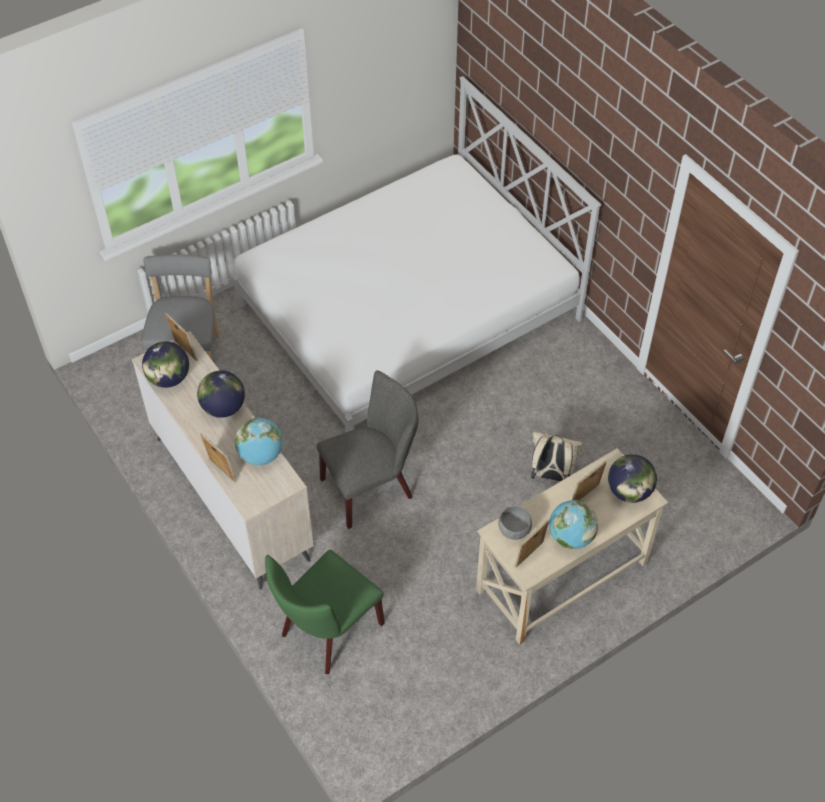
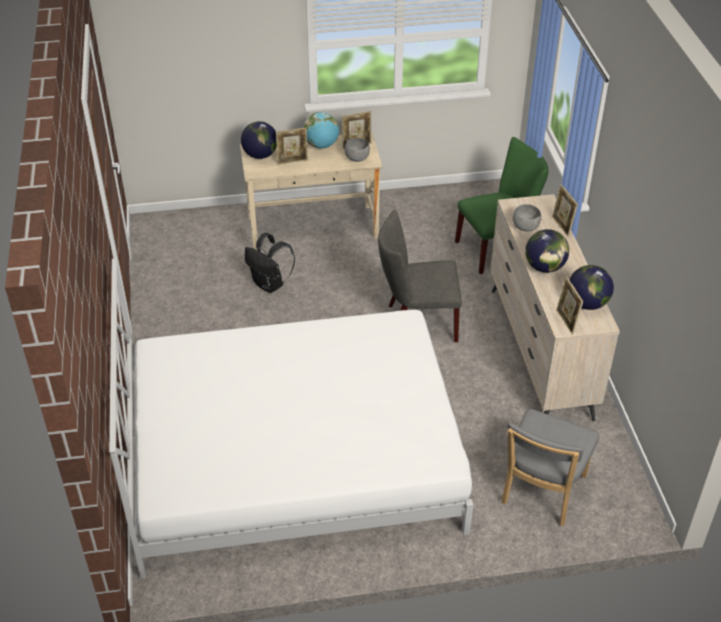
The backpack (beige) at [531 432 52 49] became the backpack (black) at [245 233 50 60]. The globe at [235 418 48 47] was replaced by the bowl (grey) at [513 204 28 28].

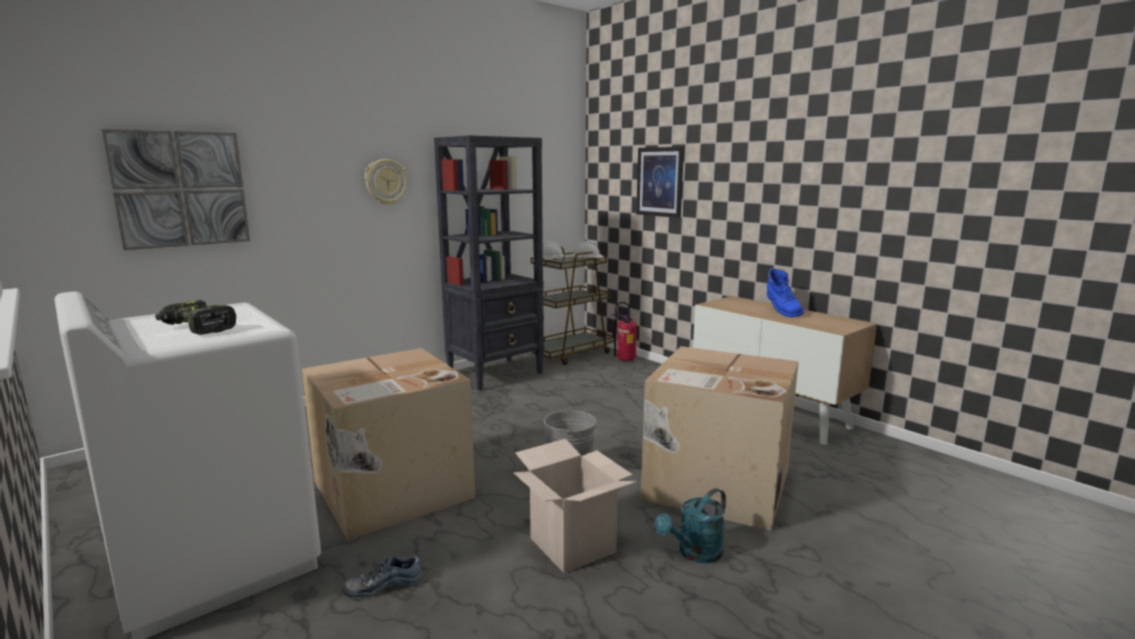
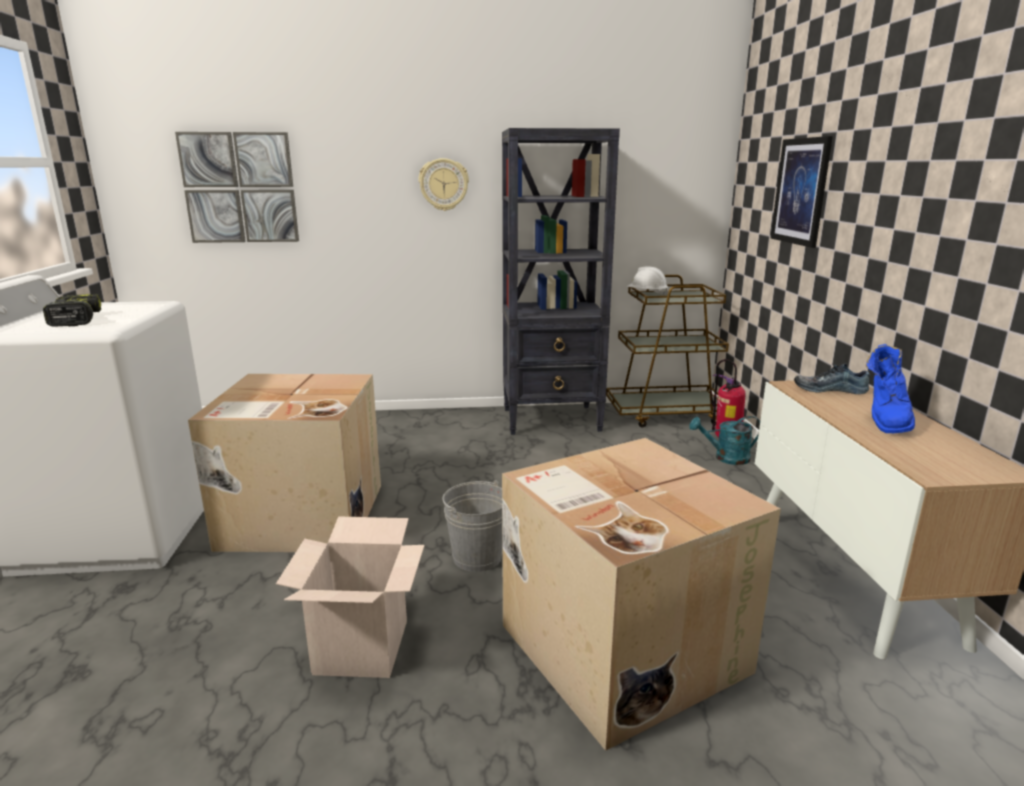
The watering can (turquoise) moved from [655 488 71 75] to [689 416 71 49]. The shoe moved from [343 556 80 43] to [794 364 76 30]. The hard hat (white) at [572 241 32 20] disappeared.

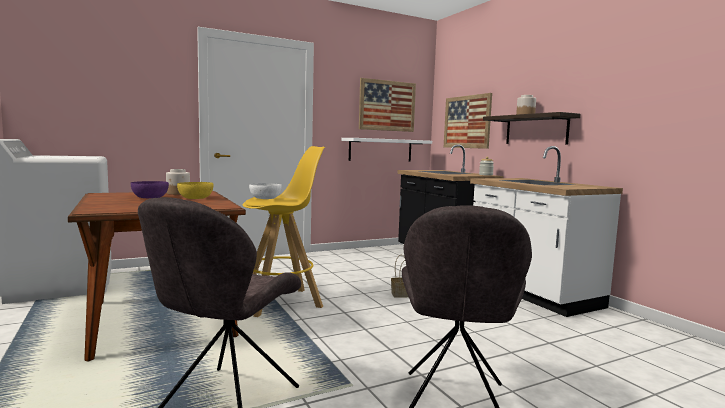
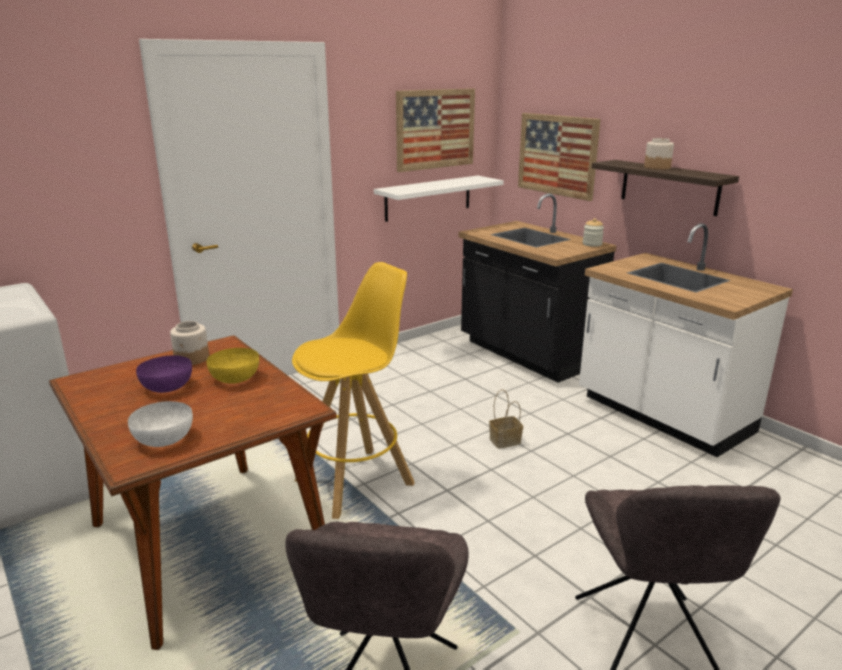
The bowl (white) moved from [249 183 32 16] to [128 401 65 46].

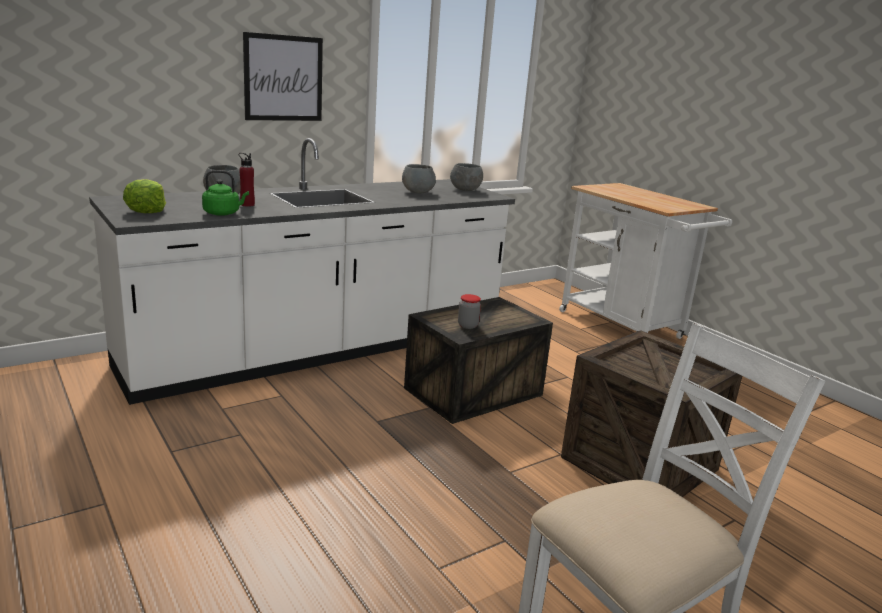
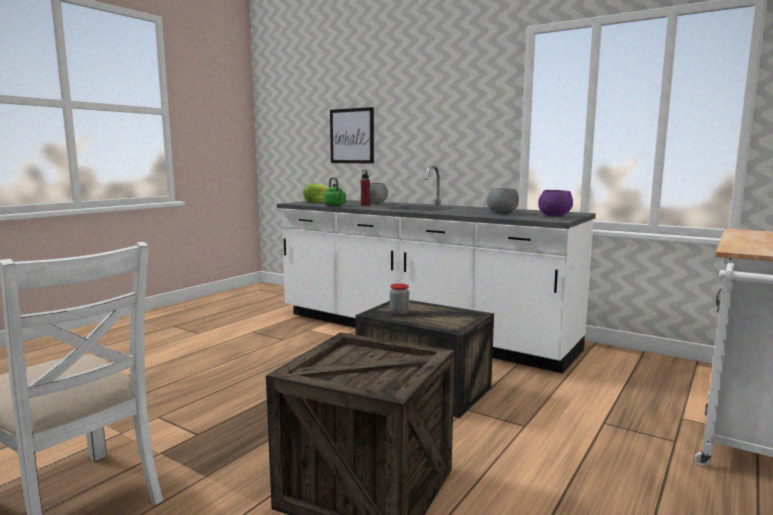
The picture moved from [243 32 80 89] to [330 107 44 56]. The bowl (grey) at [450 163 33 28] became the bowl (purple) at [538 190 35 27].

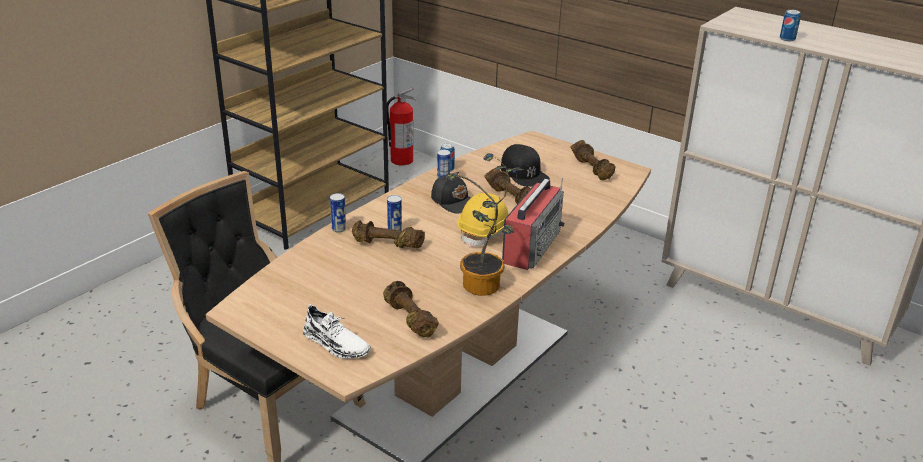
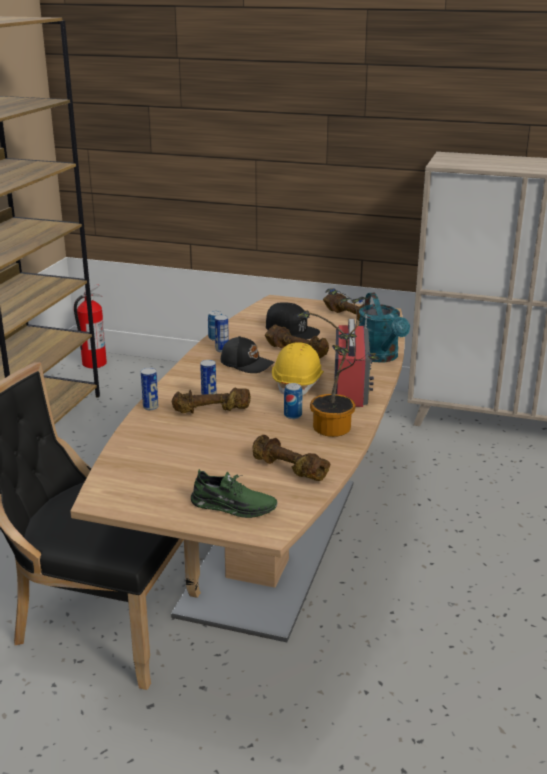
The shoe (white) at [303 304 67 55] became the shoe (green) at [191 469 87 49]. The can moved from [780 10 21 31] to [284 383 18 36]. The watering can (turquoise) at [359 293 51 70] appeared.

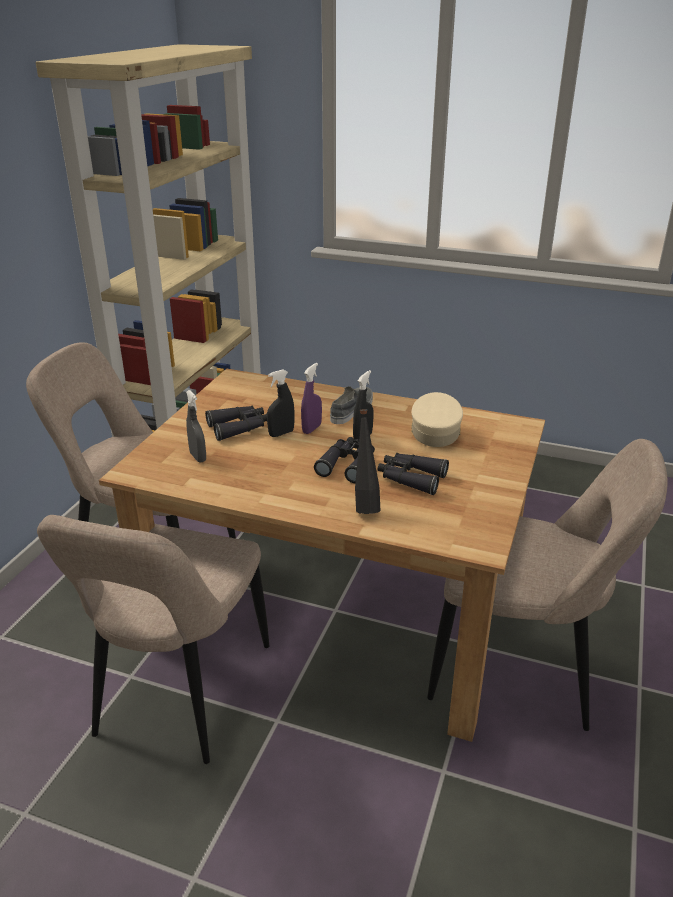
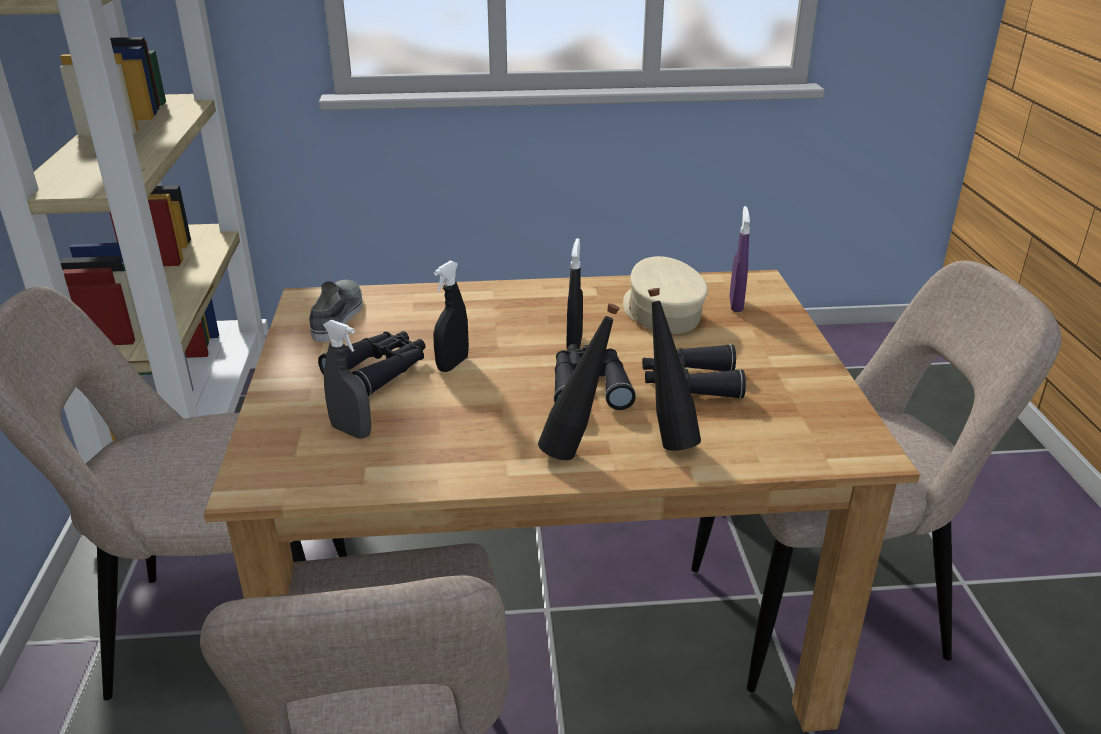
The shoe (grey) moved from [330 386 43 38] to [309 280 54 62]. The bottle (black) at [538 303 82 157] appeared. The spray bottle (purple) moved from [301 363 21 71] to [730 206 20 106].

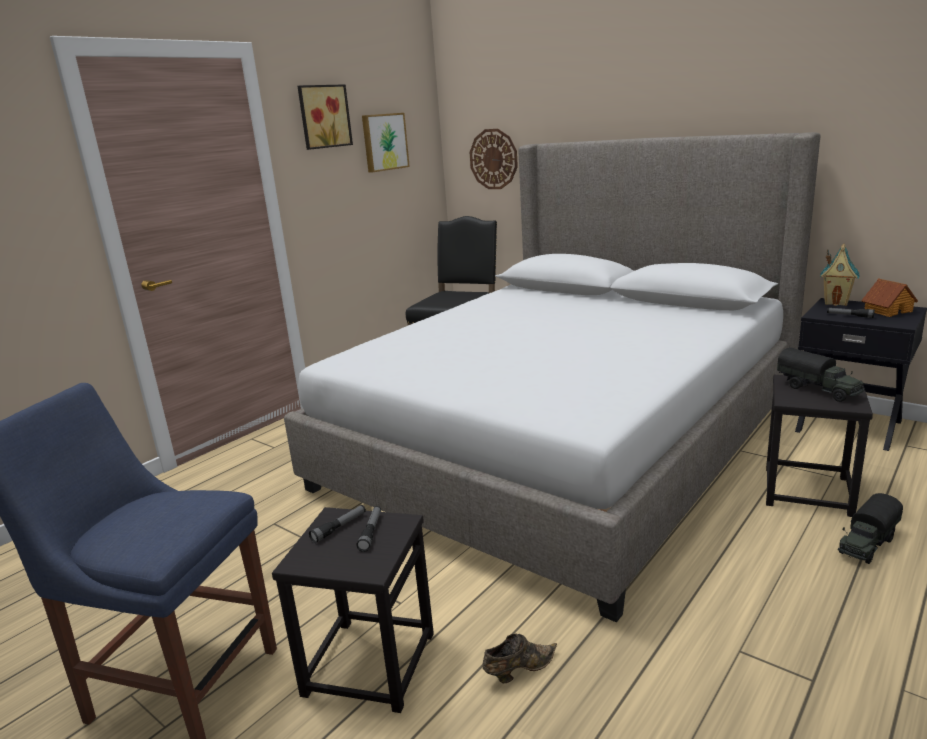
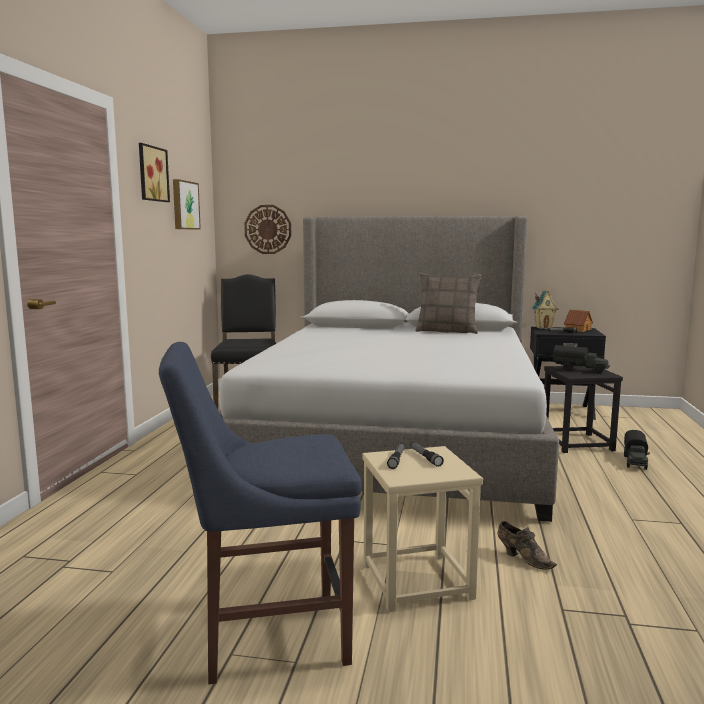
The stool (black) at [272 507 162 206] became the stool (beige) at [362 446 121 166]. The pillow at [415 273 66 61] appeared. The shoe (brown) at [483 633 74 50] turned 105 degrees clockwise.

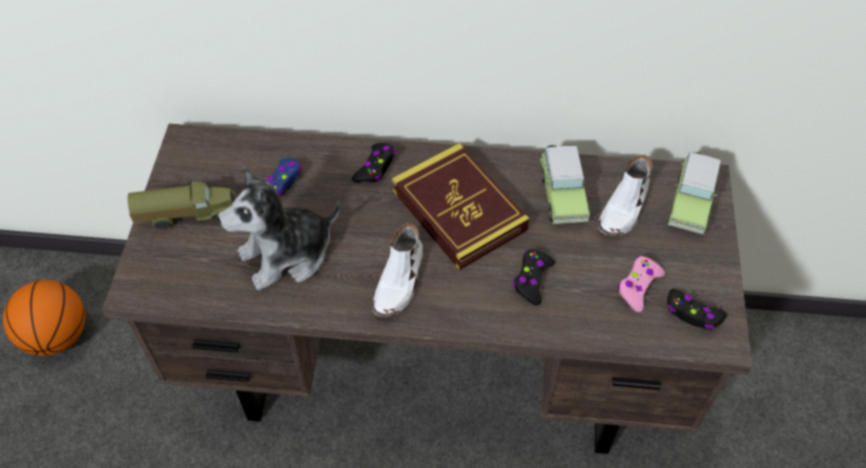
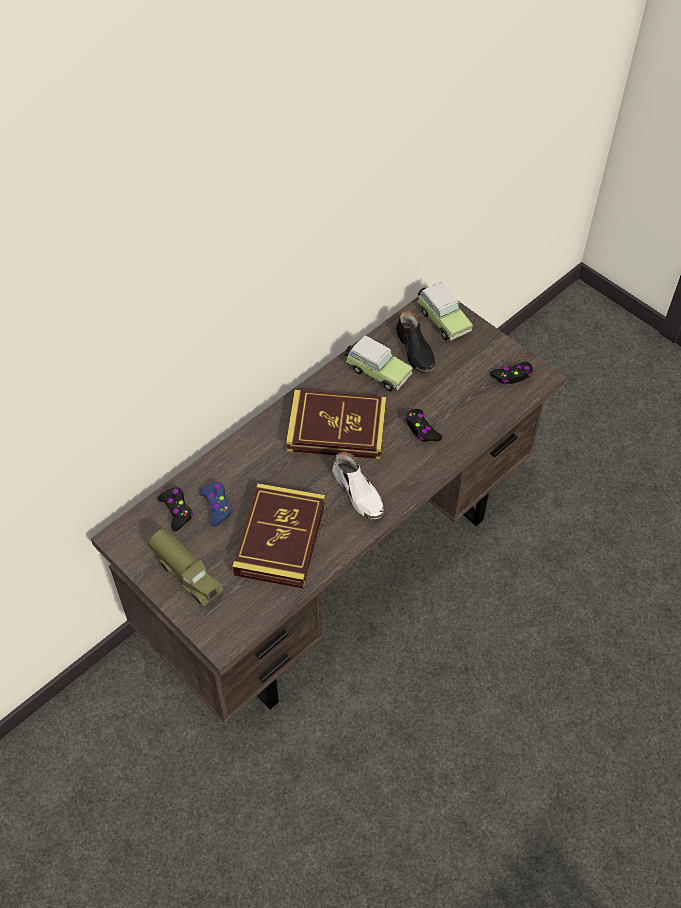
The toy truck at [128 181 107 48] turned 105 degrees clockwise. The game controller (black) moved from [352 143 44 40] to [158 487 35 44]. The plush toy at [218 166 123 125] was replaced by the book at [232 483 93 106]. The shoe (white) at [598 155 54 82] became the shoe (black) at [396 311 39 62]. The basketball at [3 280 82 76] disappeared. The game controller (pink) at [618 256 47 56] disappeared.

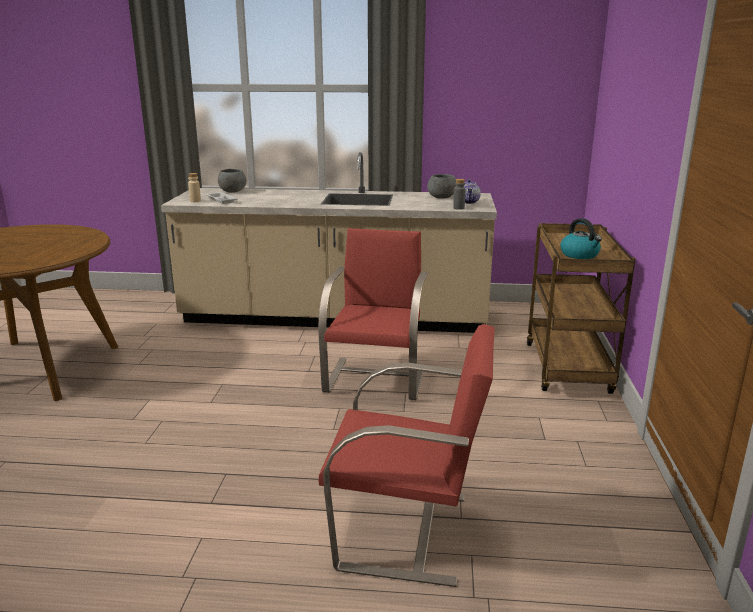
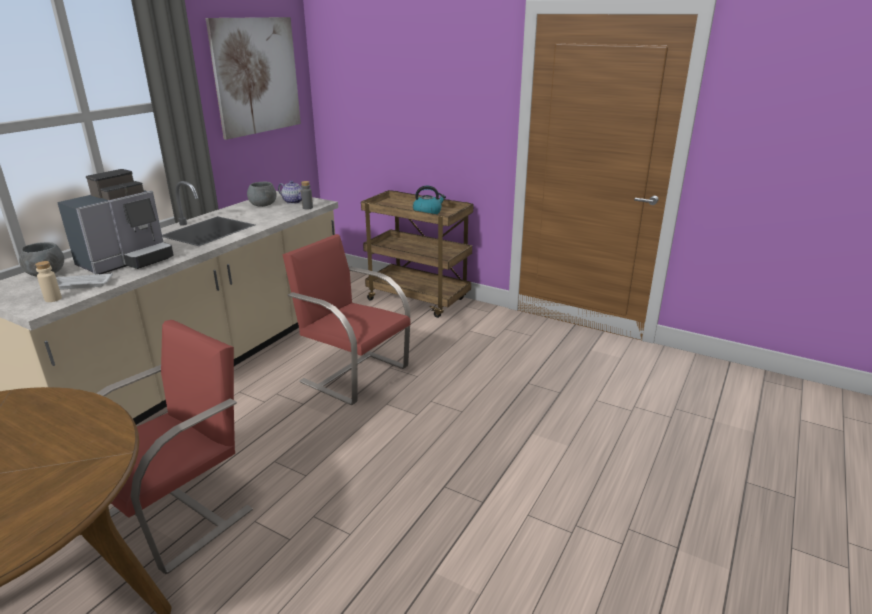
The coffee machine at [57 169 117 105] appeared. The chair (red) moved from [319 324 176 263] to [96 320 157 254]. The picture at [206 17 95 123] appeared.

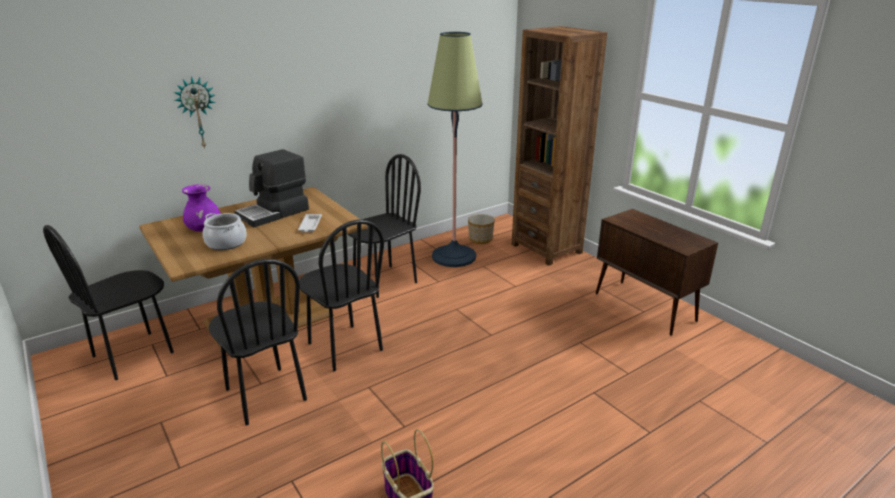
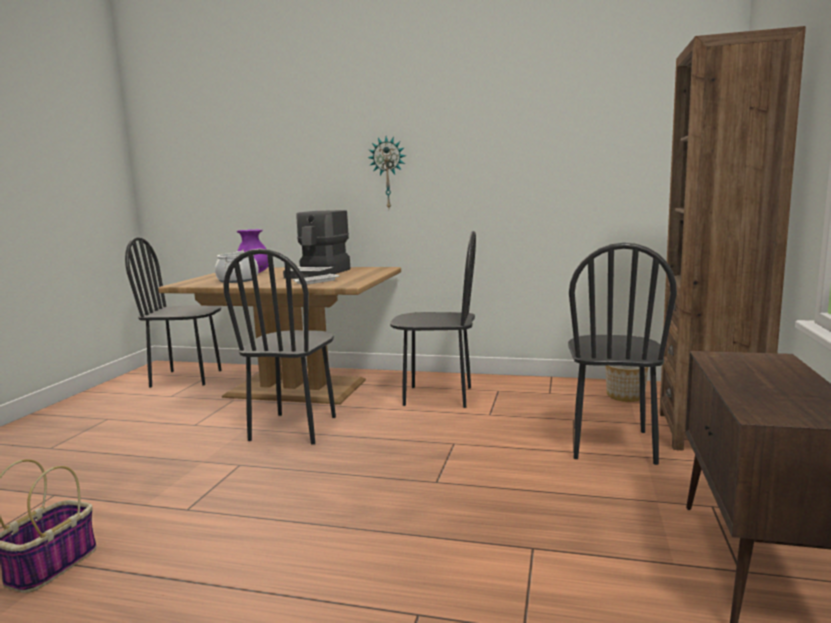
The coffee machine at [234 149 75 78] turned 75 degrees counterclockwise. The wall clock moved from [174 77 41 72] to [368 136 38 72]. The chair (black) moved from [209 259 98 166] to [568 243 109 222]. The floor lamp at [427 32 55 235] disappeared.

